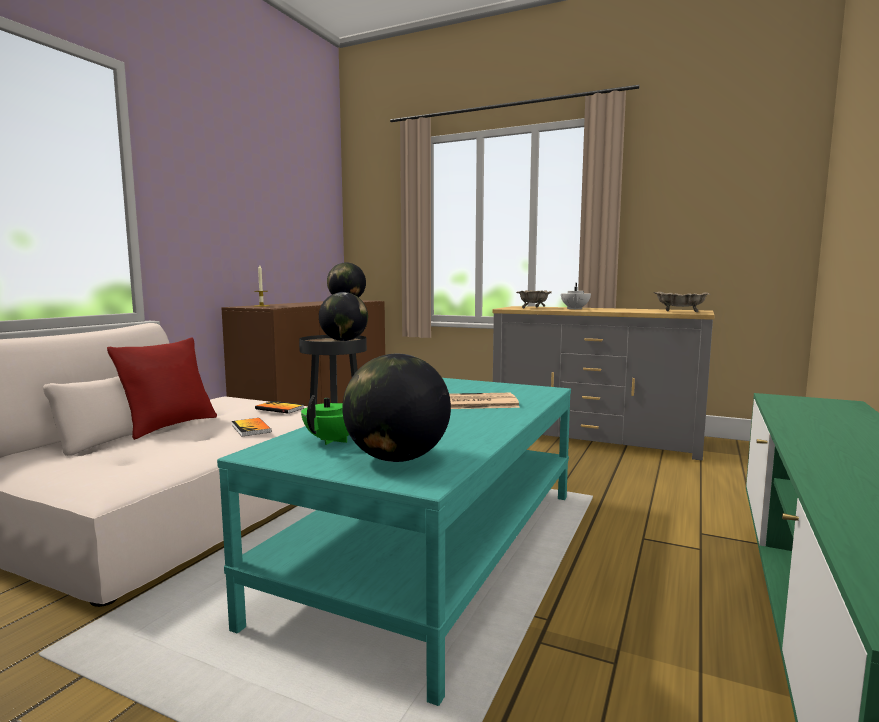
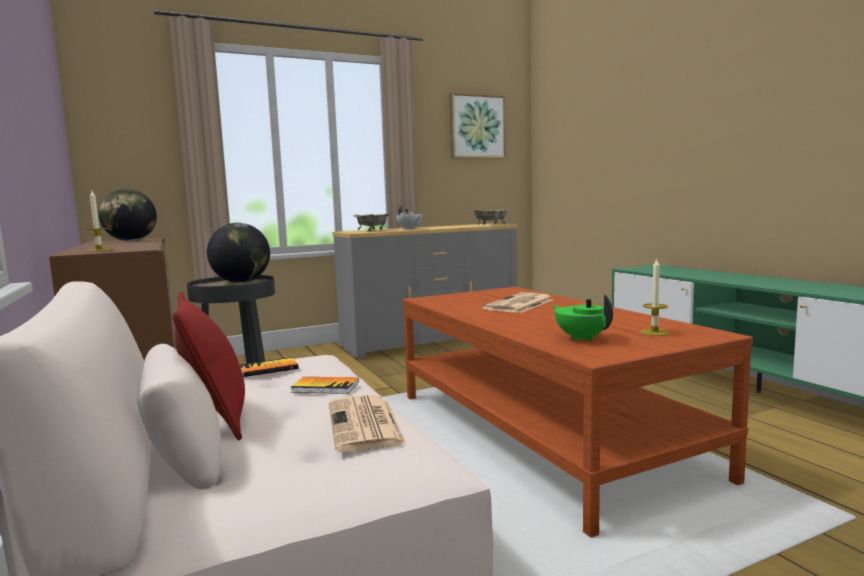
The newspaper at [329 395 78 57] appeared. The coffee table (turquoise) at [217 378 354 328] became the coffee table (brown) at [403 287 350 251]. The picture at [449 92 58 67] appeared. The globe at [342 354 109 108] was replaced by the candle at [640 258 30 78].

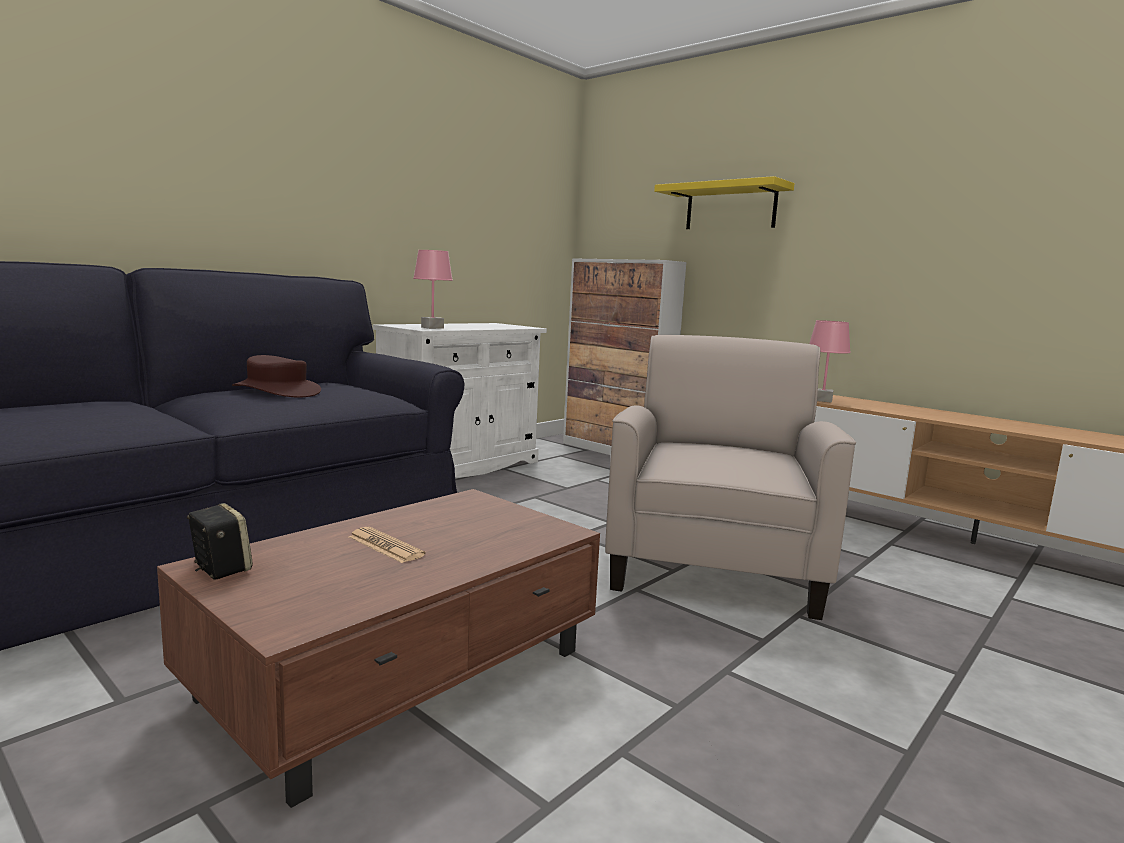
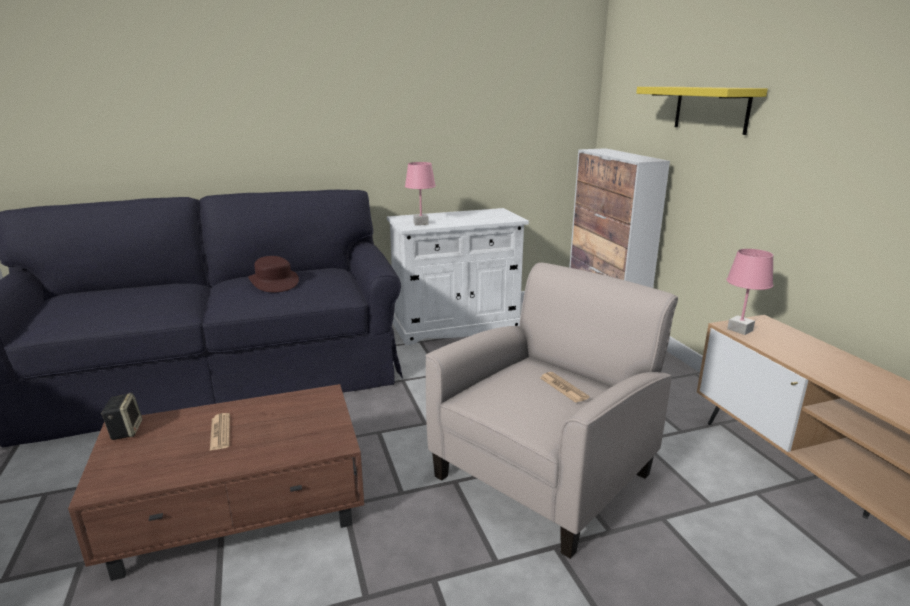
The newspaper at [540 372 49 31] appeared.

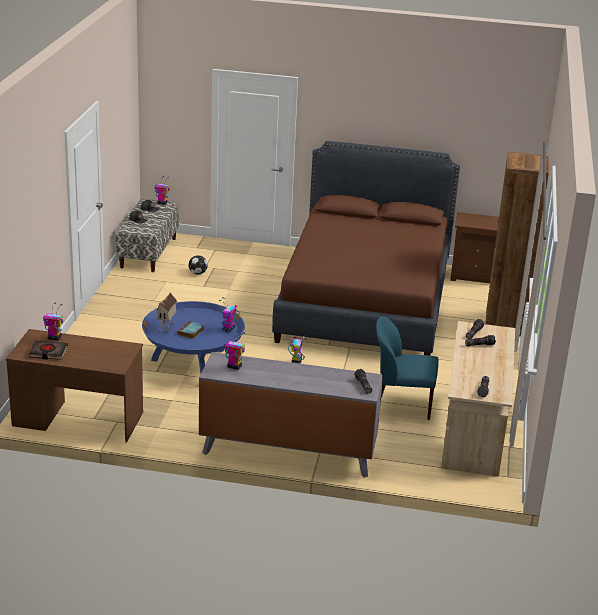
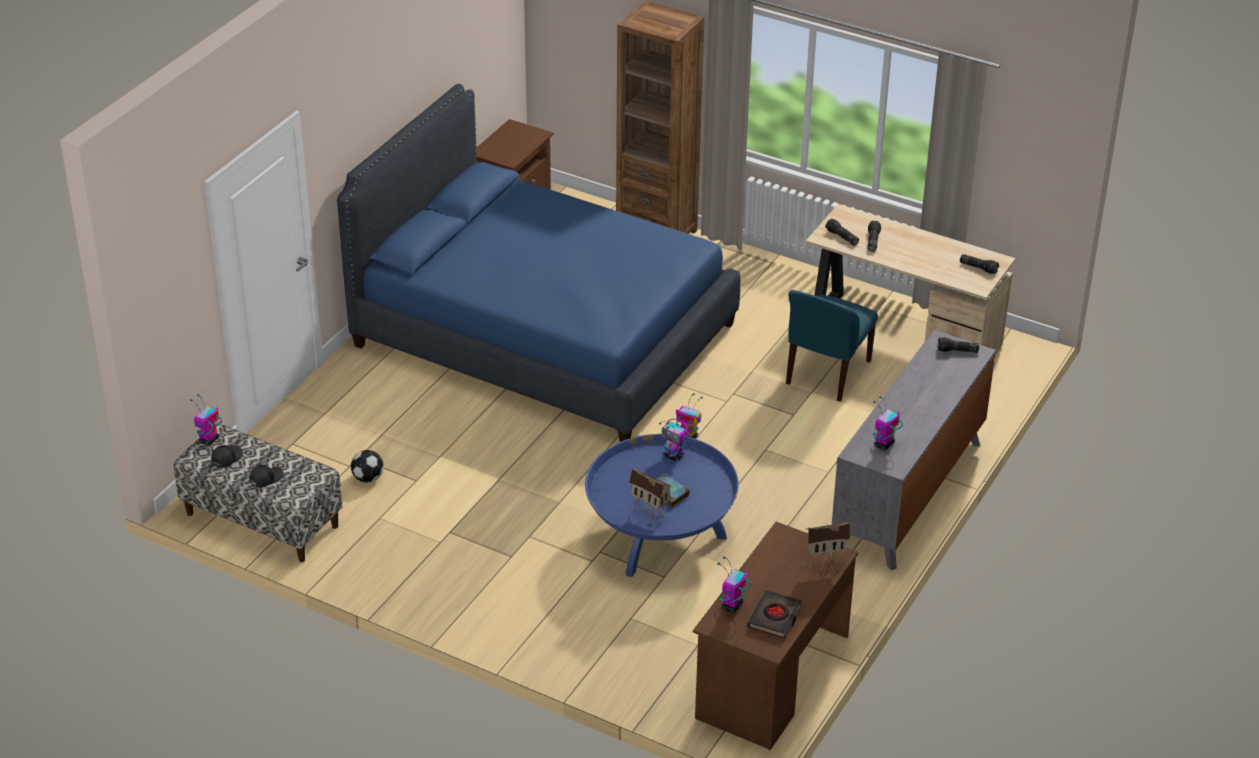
The bed (brown) at [272 141 188 215] became the bed (blue) at [337 84 404 358]. The toy house at [804 522 46 53] appeared.

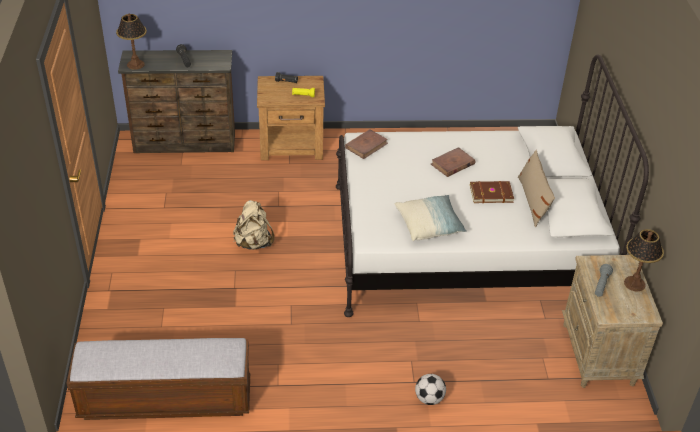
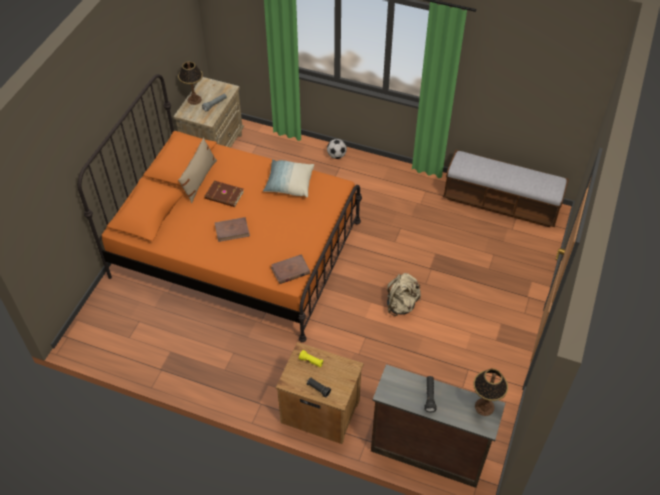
The bed (white) at [336 54 313 263] became the bed (orange) at [78 74 284 268].

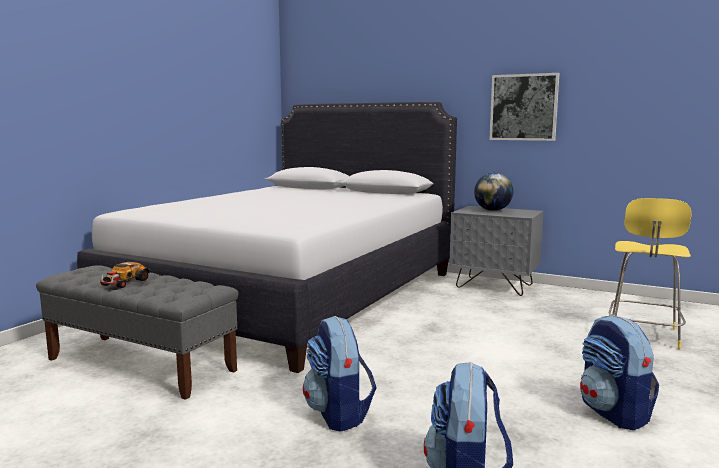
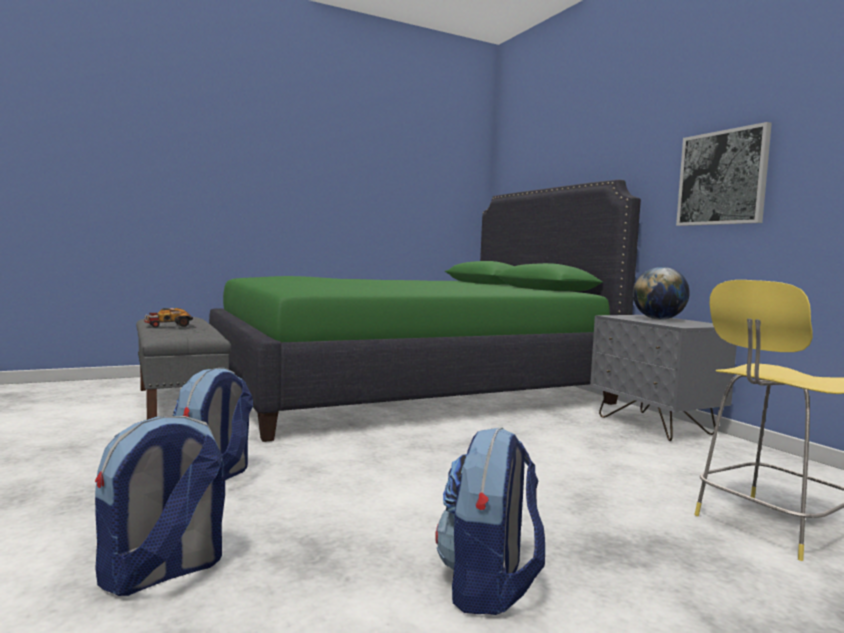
The bed (white) at [77 102 380 271] became the bed (green) at [209 179 432 263].

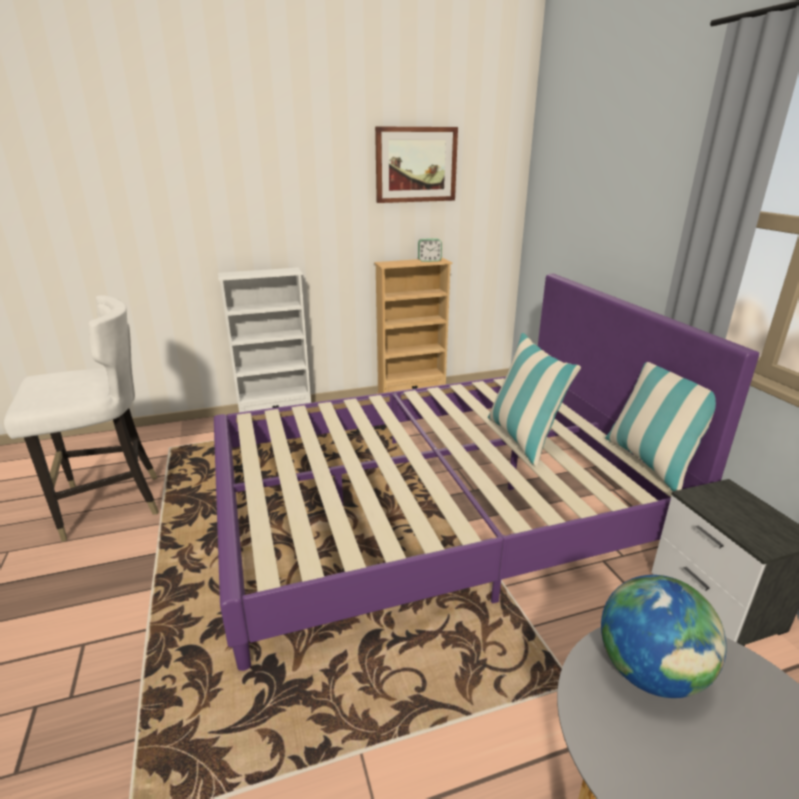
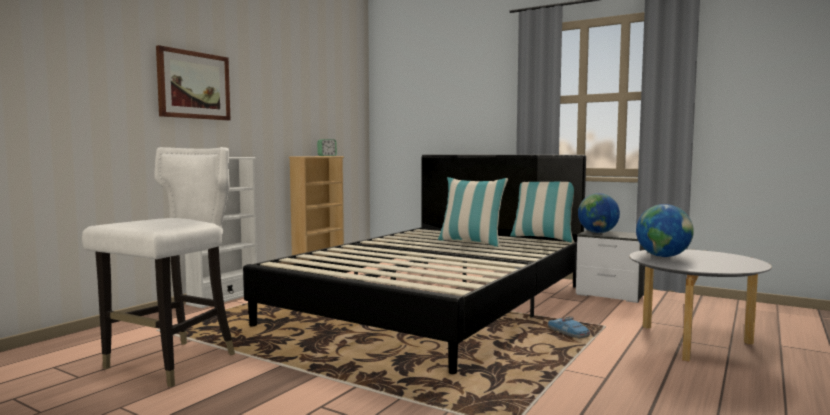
The picture moved from [375 126 83 77] to [156 45 75 75]. The bed (purple) at [214 274 545 397] became the bed (black) at [243 154 343 220]. The toy car at [548 316 42 23] appeared. The globe at [578 193 42 40] appeared.

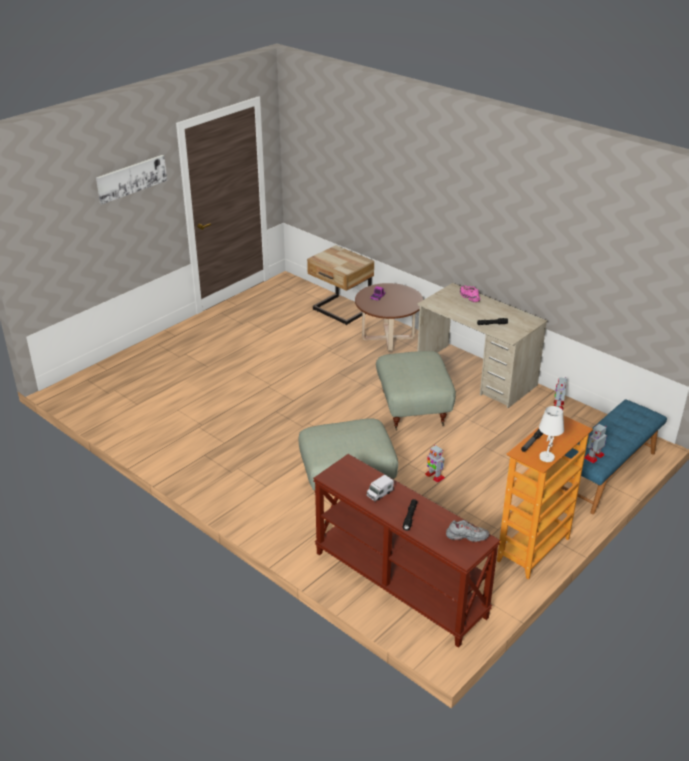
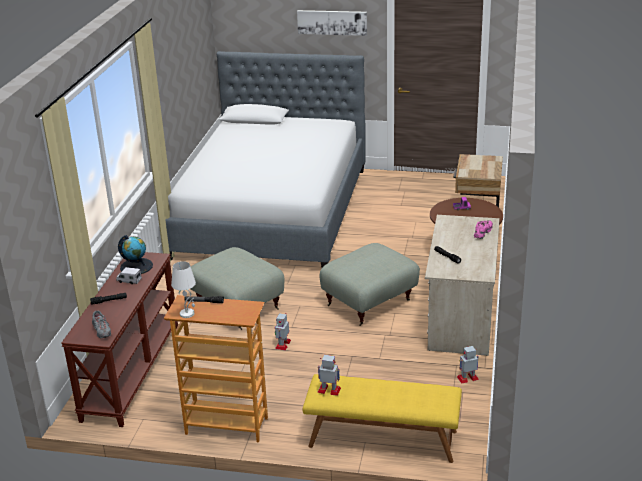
The globe at [118 235 35 39] appeared. The bed at [165 51 200 216] appeared. The bench (blue) at [561 400 106 114] became the bench (yellow) at [303 374 159 89].

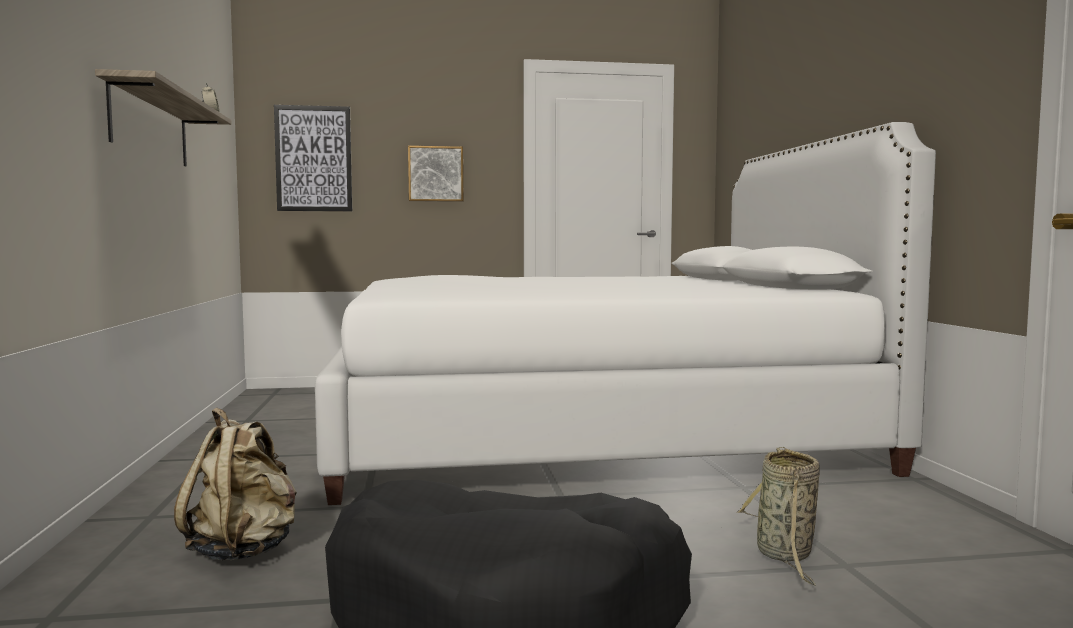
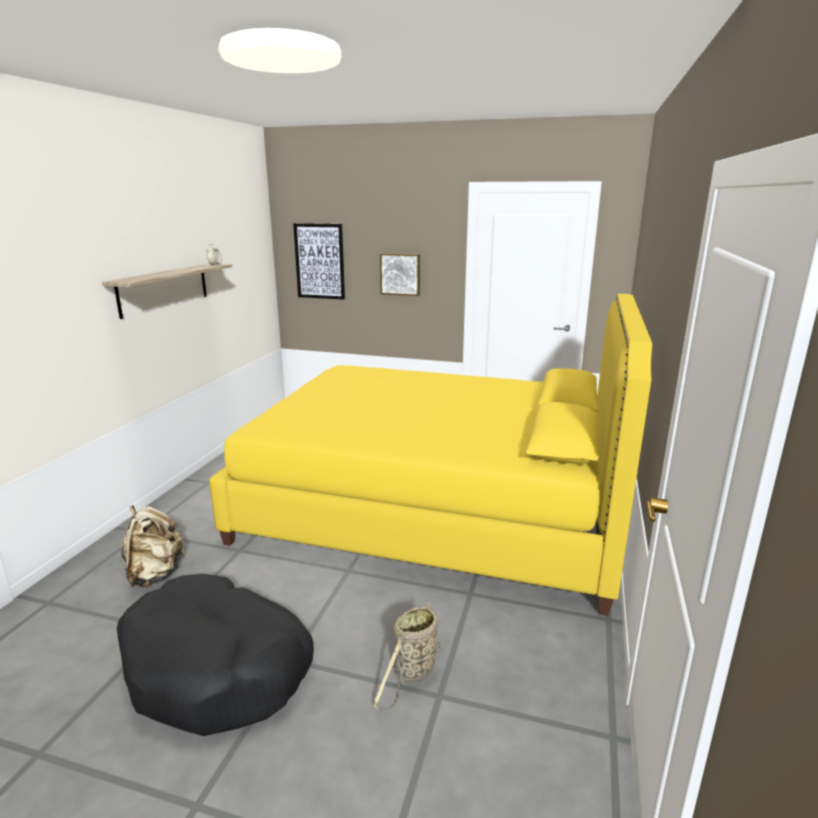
The bed (white) at [315 122 621 383] became the bed (yellow) at [209 294 443 322].

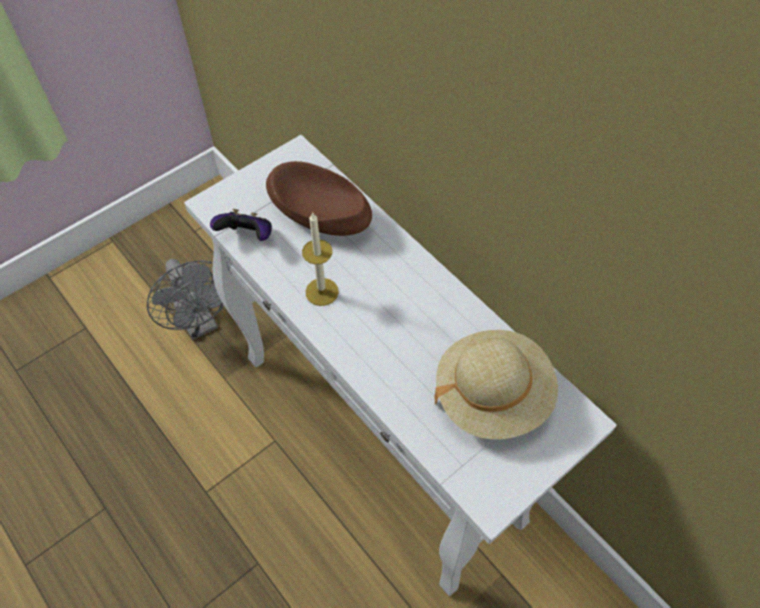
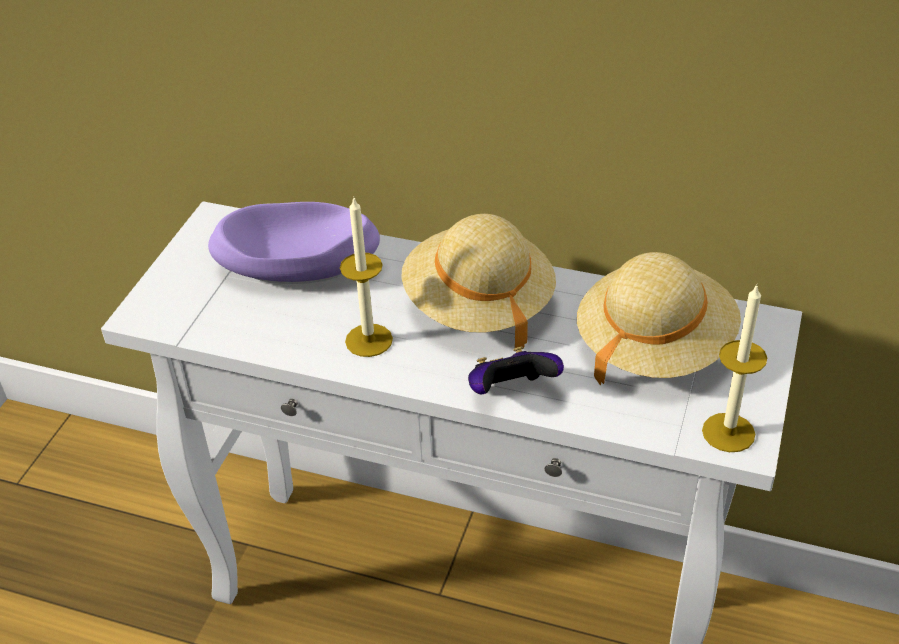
The bowl (brown) at [266 161 106 75] became the bowl (purple) at [208 202 172 82]. The hat (beige) at [401 214 155 134] appeared. The game controller moved from [210 209 62 32] to [468 347 96 47]. The candle at [702 285 65 167] appeared. The fan (grey) at [147 259 77 81] disappeared.

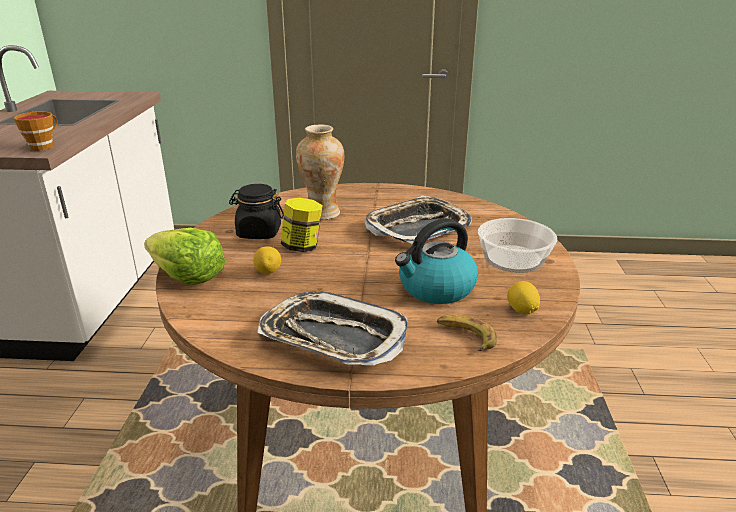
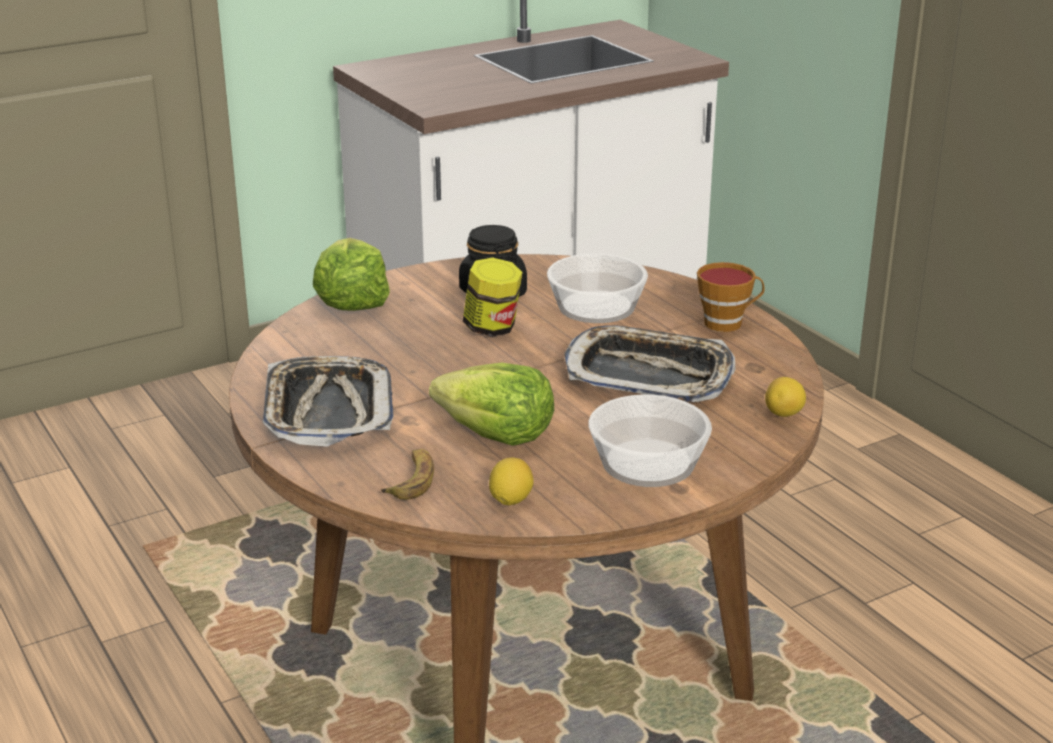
The kettle at [395 218 83 86] was replaced by the lettuce at [429 363 125 83]. The vase at [296 125 48 95] was replaced by the bowl at [547 254 101 69]. The cup moved from [13 111 45 40] to [697 262 68 70]. The lemon moved from [253 246 28 28] to [765 377 41 40].

